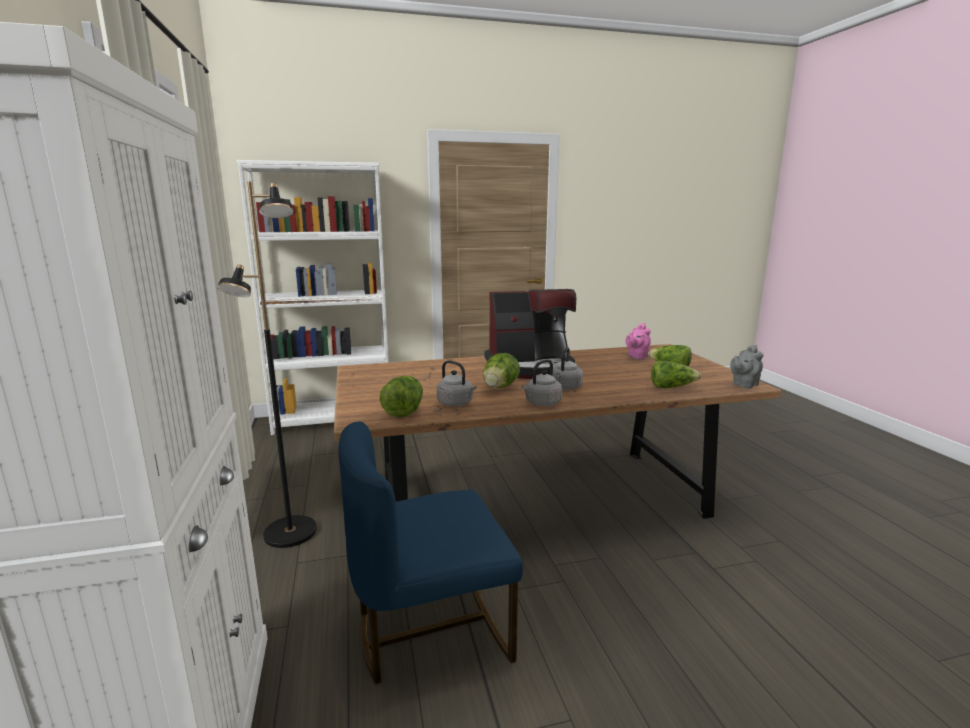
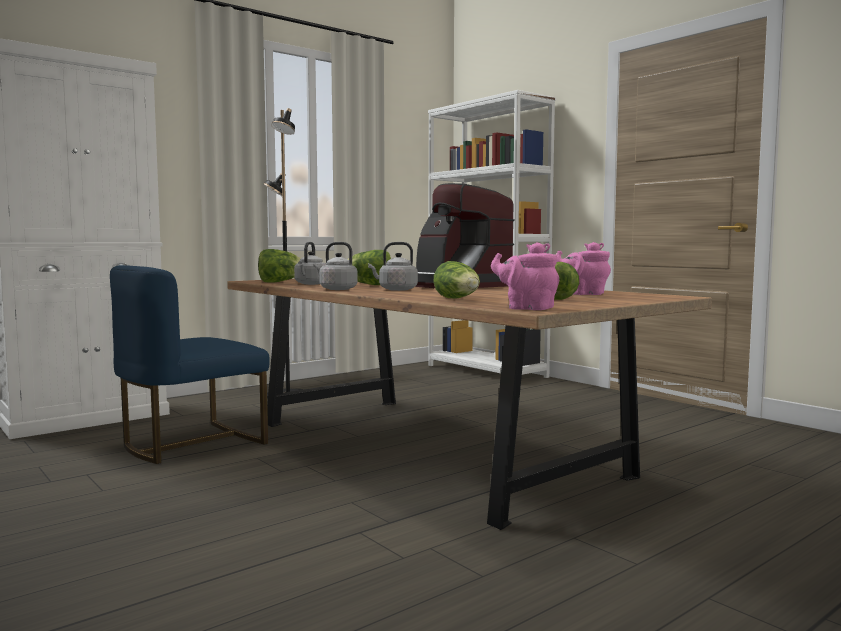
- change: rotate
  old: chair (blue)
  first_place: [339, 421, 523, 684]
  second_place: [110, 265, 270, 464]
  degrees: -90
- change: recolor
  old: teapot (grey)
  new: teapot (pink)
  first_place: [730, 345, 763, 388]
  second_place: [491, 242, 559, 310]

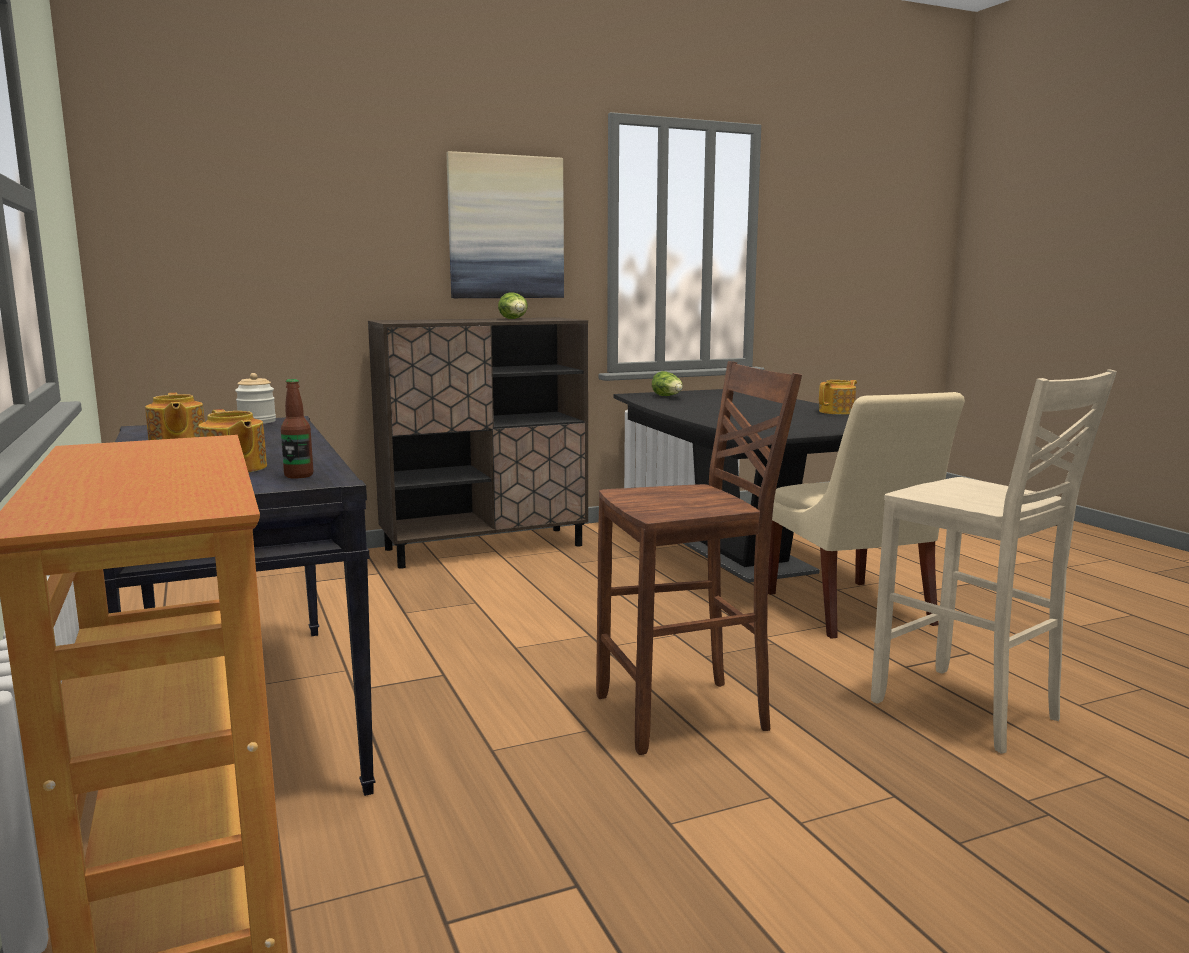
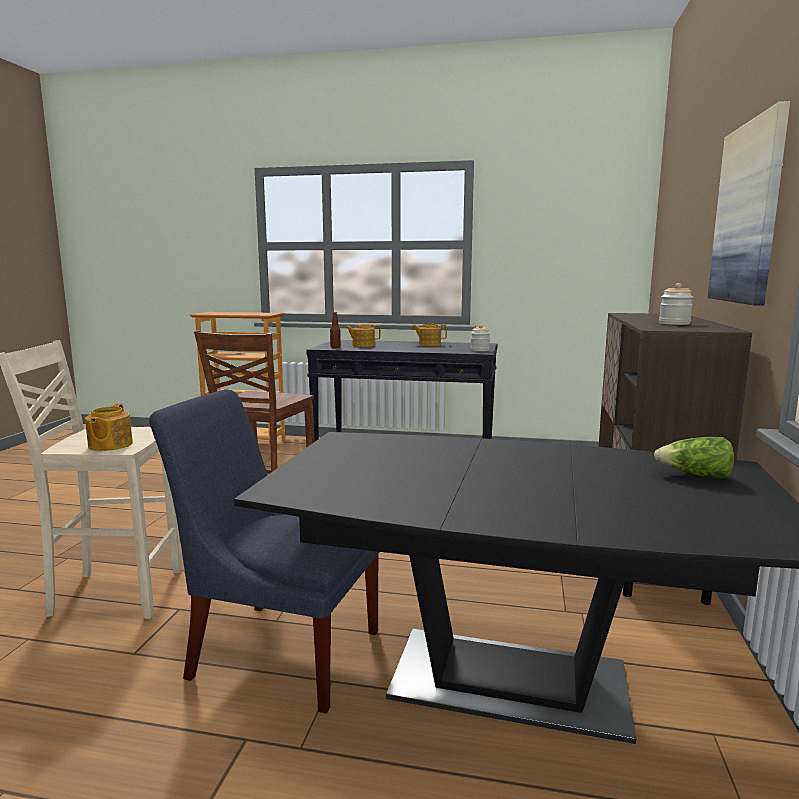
- change: replace
  old: lettuce
  new: jar
  first_place: [498, 292, 528, 319]
  second_place: [659, 283, 694, 325]
- change: recolor
  old: chair (beige)
  new: chair (blue)
  first_place: [768, 392, 965, 639]
  second_place: [149, 389, 379, 714]
- change: move
  old: teapot
  first_place: [819, 380, 857, 415]
  second_place: [85, 404, 133, 451]

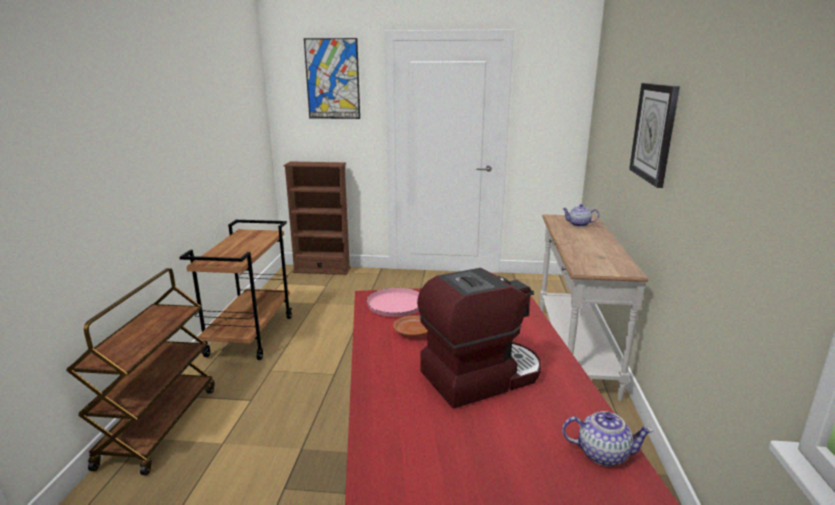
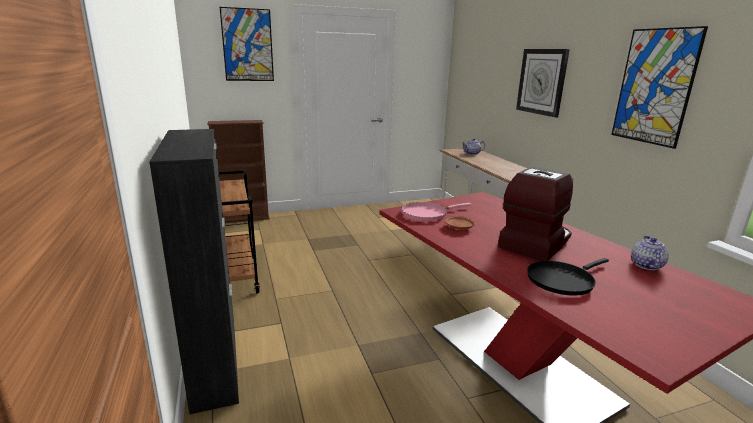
- change: replace
  old: cart (brown)
  new: cabinet (black)
  first_place: [66, 268, 215, 475]
  second_place: [149, 129, 239, 415]
- change: rotate
  old: teapot
  first_place: [562, 411, 654, 466]
  second_place: [631, 235, 669, 270]
  degrees: -60
- change: insert
  new: frying pan (black)
  second_place: [527, 258, 609, 296]
- change: insert
  new: picture
  second_place: [611, 26, 708, 149]

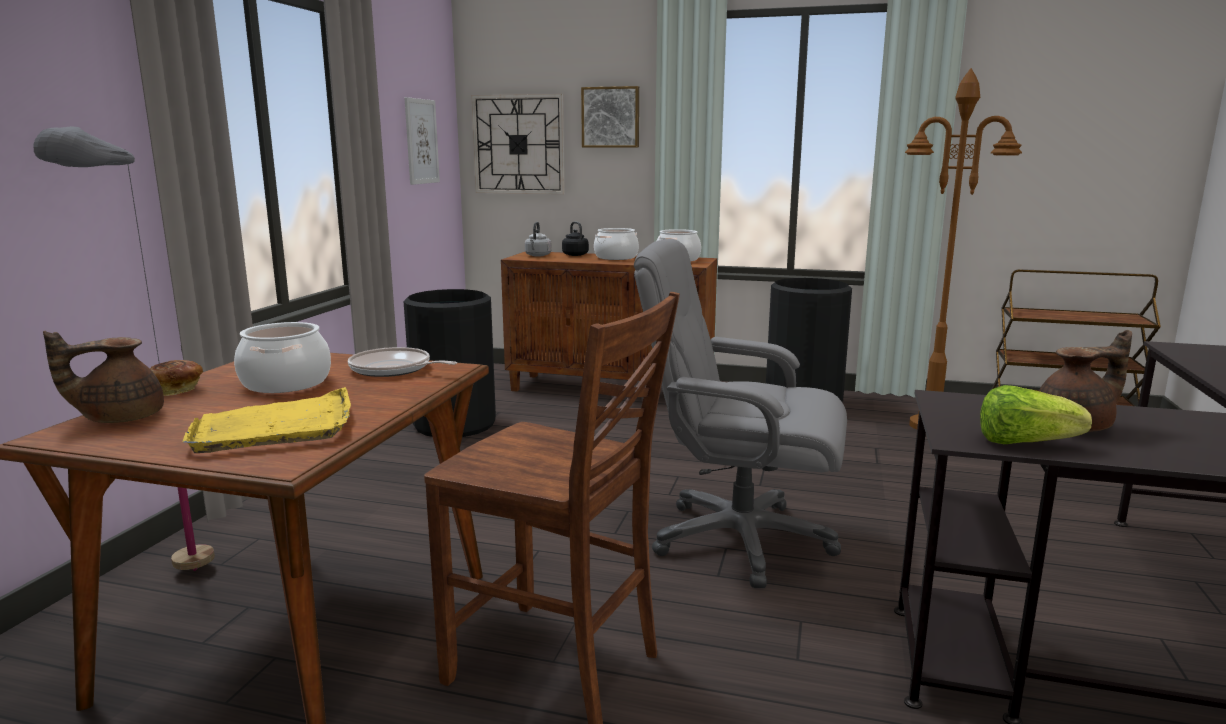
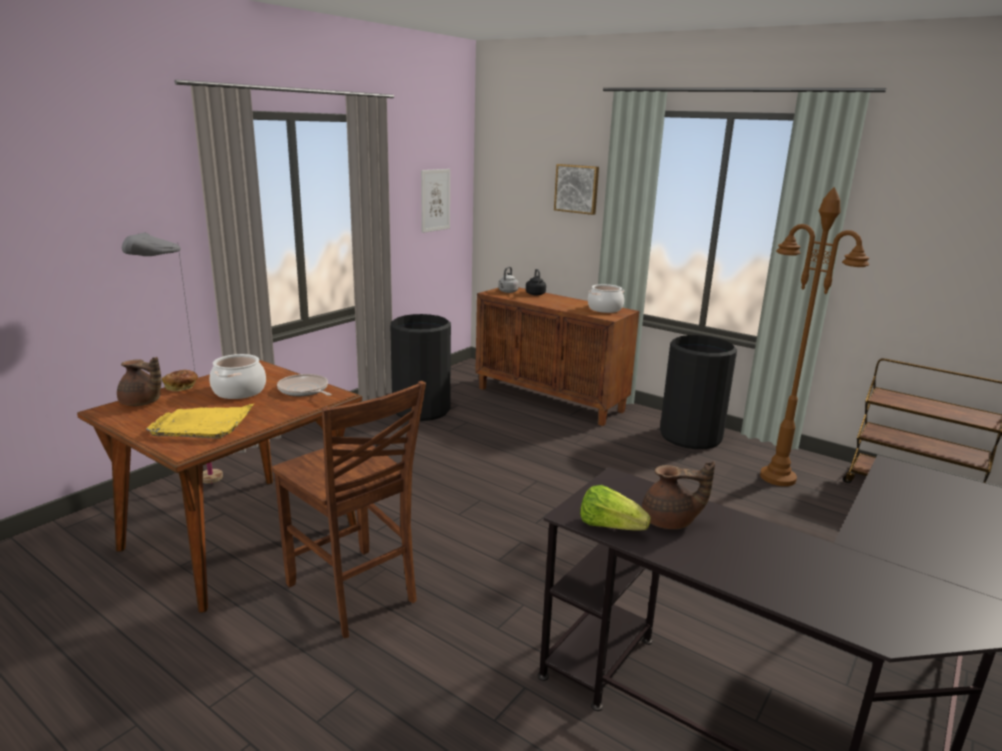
- change: rotate
  old: teapot (brown)
  first_place: [43, 331, 164, 423]
  second_place: [117, 357, 162, 406]
  degrees: -150
- change: delete
  old: wall clock
  first_place: [471, 94, 565, 194]
- change: delete
  old: cooking pot
  first_place: [594, 228, 639, 260]
- change: delete
  old: office chair (grey)
  first_place: [634, 239, 847, 588]

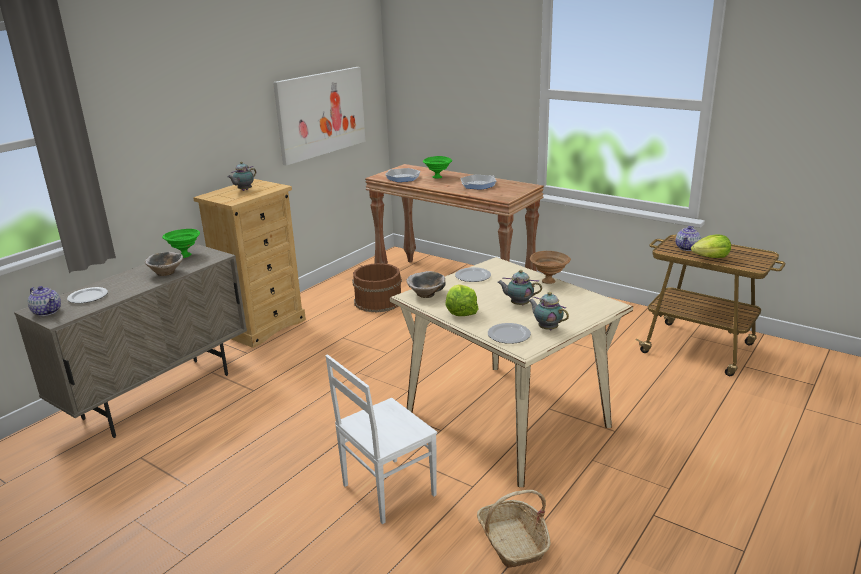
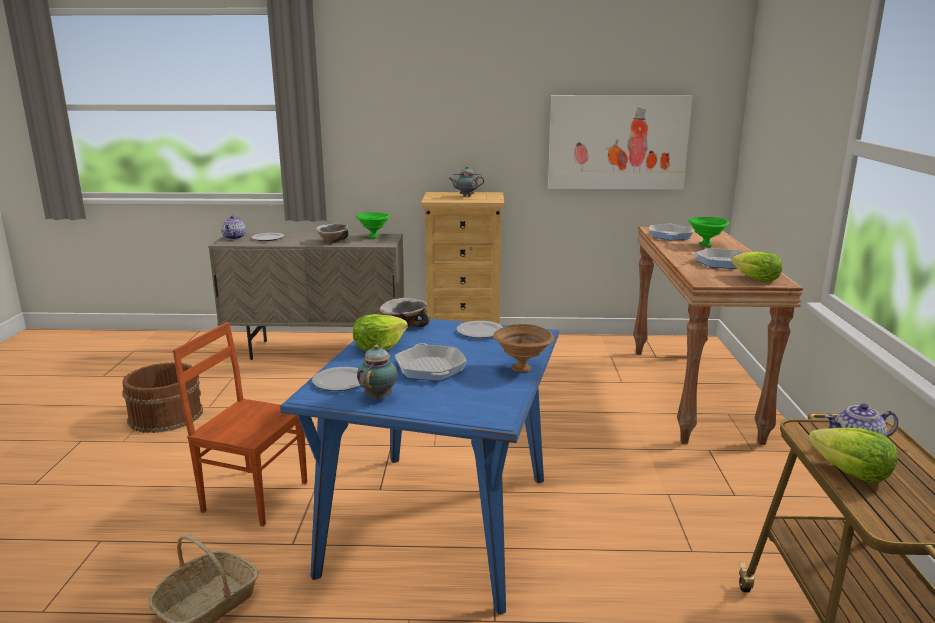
- change: recolor
  old: chair (white)
  new: chair (brown)
  first_place: [325, 354, 437, 524]
  second_place: [173, 322, 307, 526]
- change: move
  old: bucket (brown)
  first_place: [352, 263, 402, 313]
  second_place: [122, 362, 203, 433]
- change: recolor
  old: dining table (beige)
  new: dining table (blue)
  first_place: [390, 257, 633, 487]
  second_place: [280, 318, 559, 615]
- change: replace
  old: teapot
  new: frying pan
  first_place: [497, 270, 542, 305]
  second_place: [395, 343, 467, 381]
- change: insert
  new: lettuce
  second_place: [731, 251, 782, 282]

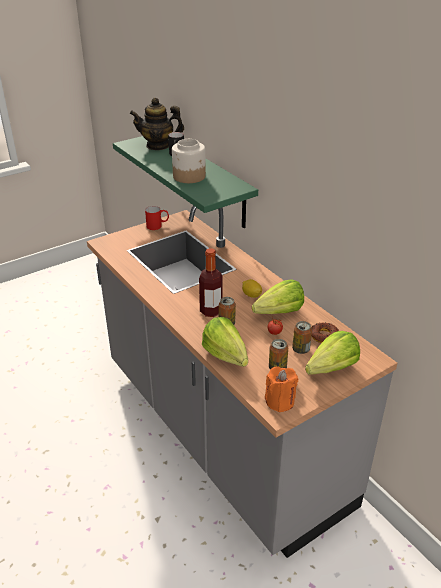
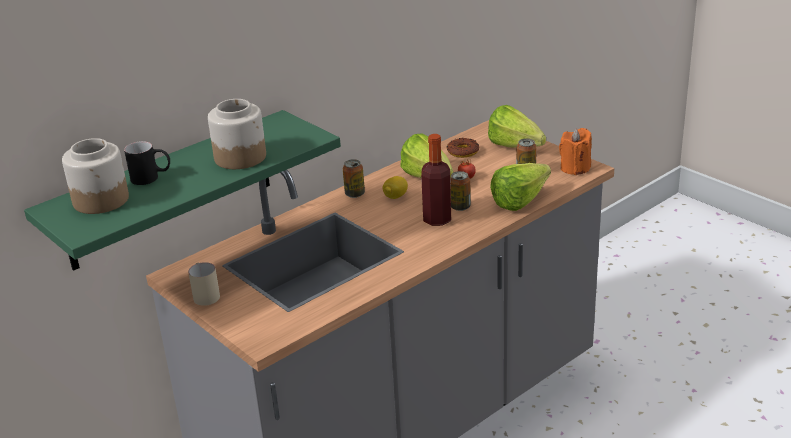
- change: replace
  old: teapot
  new: jar
  first_place: [129, 97, 184, 150]
  second_place: [62, 138, 129, 214]
- change: recolor
  old: mug (red)
  new: mug (beige)
  first_place: [145, 206, 169, 230]
  second_place: [188, 262, 220, 306]
- change: move
  old: can
  first_place: [292, 321, 312, 354]
  second_place: [343, 159, 365, 198]

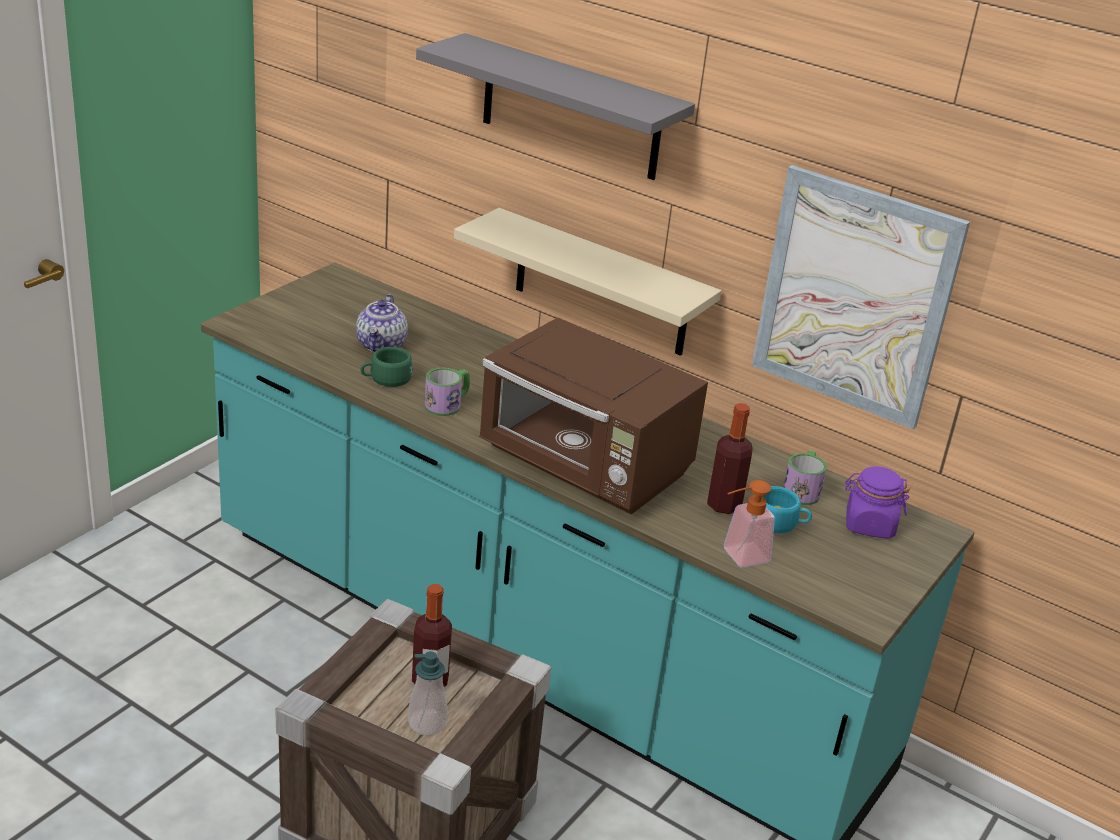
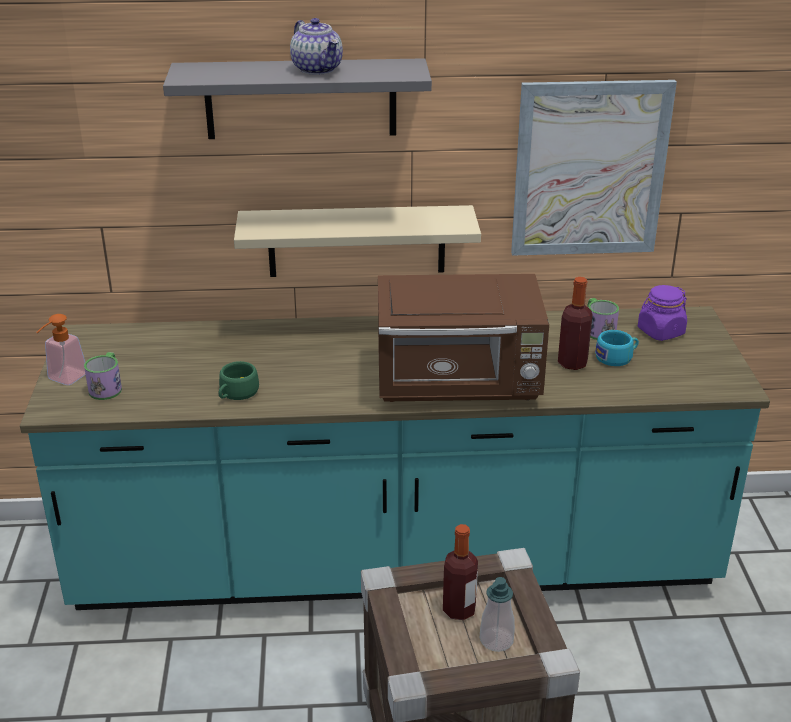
- change: move
  old: teapot
  first_place: [356, 294, 408, 352]
  second_place: [290, 18, 343, 75]
- change: move
  old: mug
  first_place: [425, 368, 470, 416]
  second_place: [84, 352, 122, 400]
- change: move
  old: soap dispenser
  first_place: [724, 480, 775, 568]
  second_place: [36, 314, 85, 385]

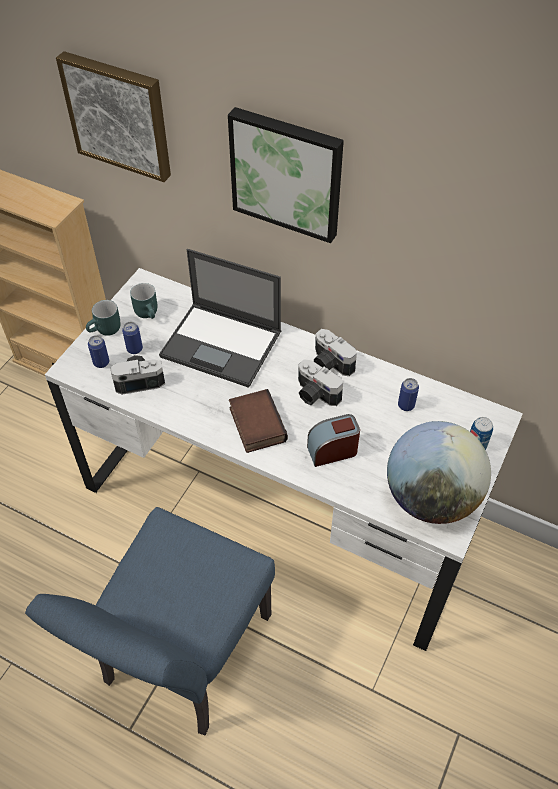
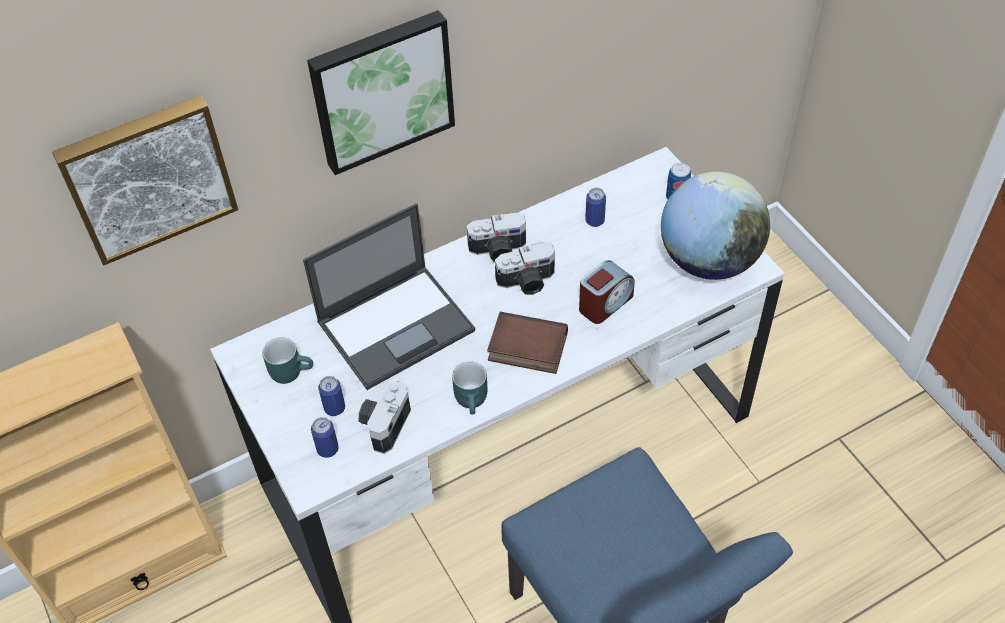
- change: move
  old: mug (turquoise)
  first_place: [86, 300, 121, 336]
  second_place: [452, 361, 487, 415]
- change: rotate
  old: alarm clock
  first_place: [307, 414, 360, 467]
  second_place: [579, 260, 635, 324]
  degrees: -150

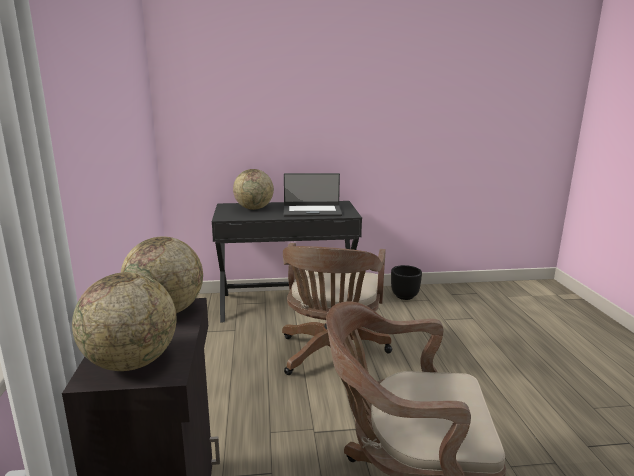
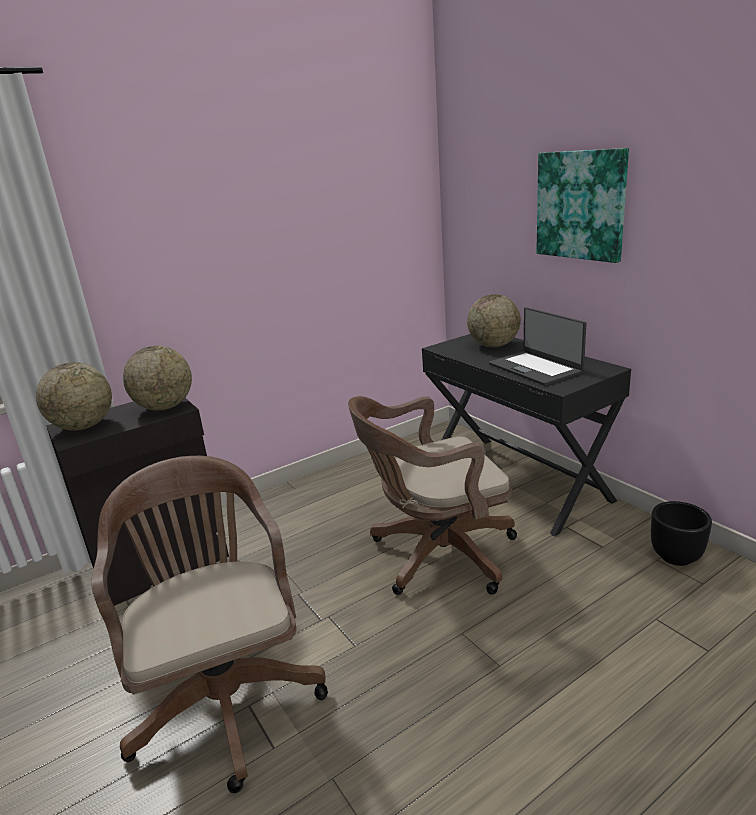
- change: insert
  new: picture
  second_place: [536, 148, 629, 263]

